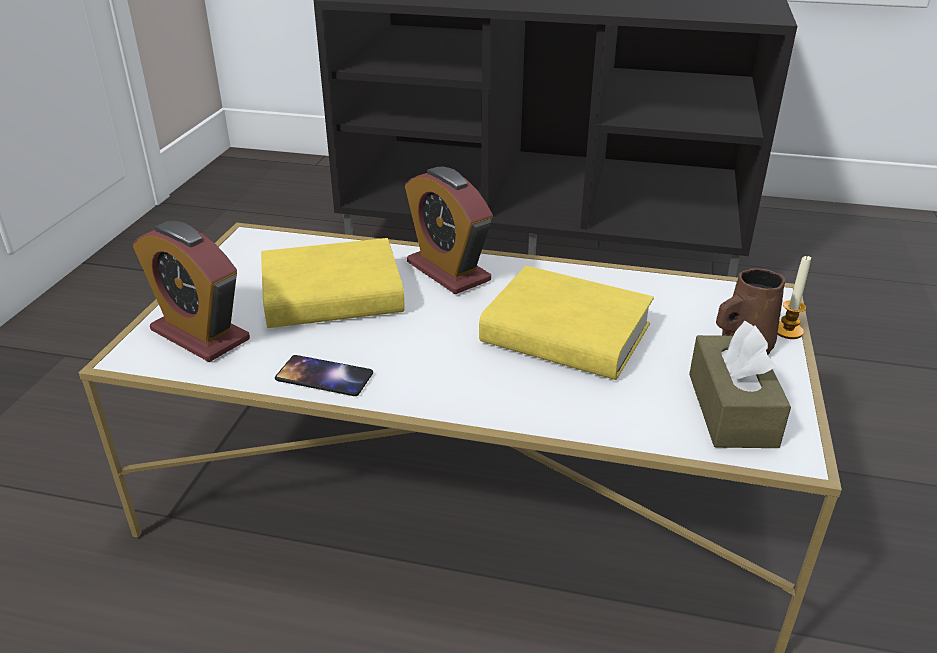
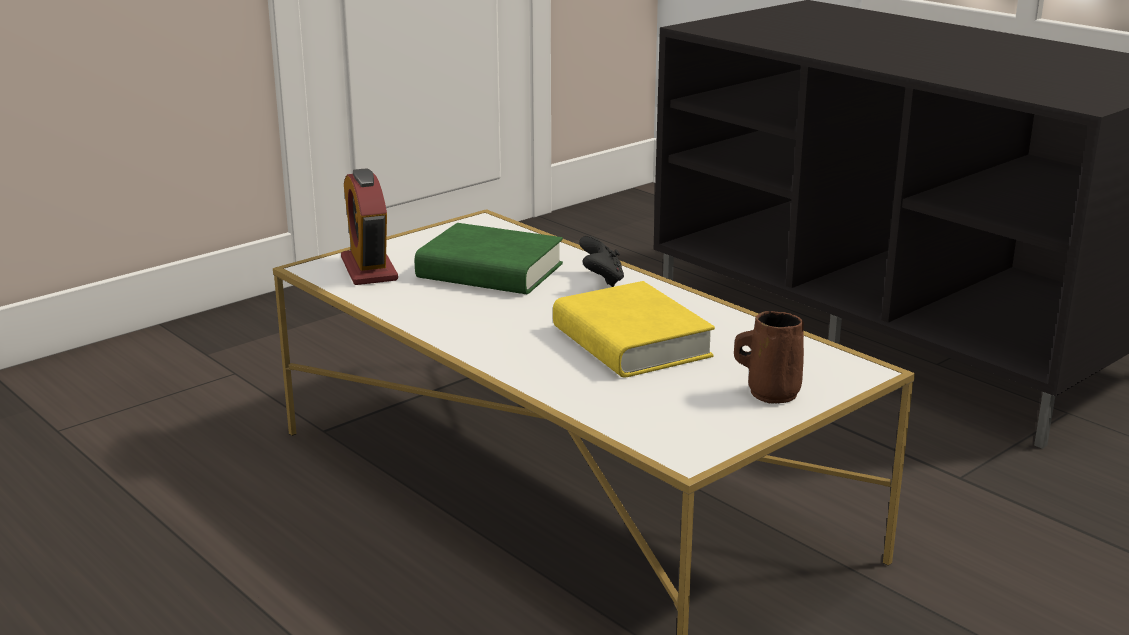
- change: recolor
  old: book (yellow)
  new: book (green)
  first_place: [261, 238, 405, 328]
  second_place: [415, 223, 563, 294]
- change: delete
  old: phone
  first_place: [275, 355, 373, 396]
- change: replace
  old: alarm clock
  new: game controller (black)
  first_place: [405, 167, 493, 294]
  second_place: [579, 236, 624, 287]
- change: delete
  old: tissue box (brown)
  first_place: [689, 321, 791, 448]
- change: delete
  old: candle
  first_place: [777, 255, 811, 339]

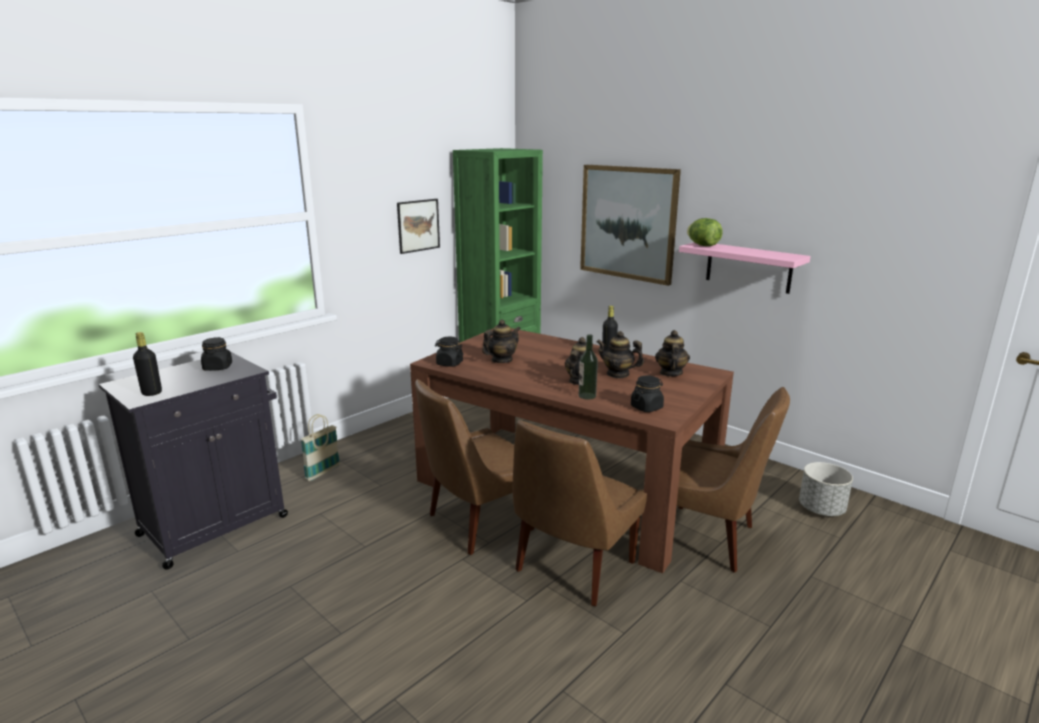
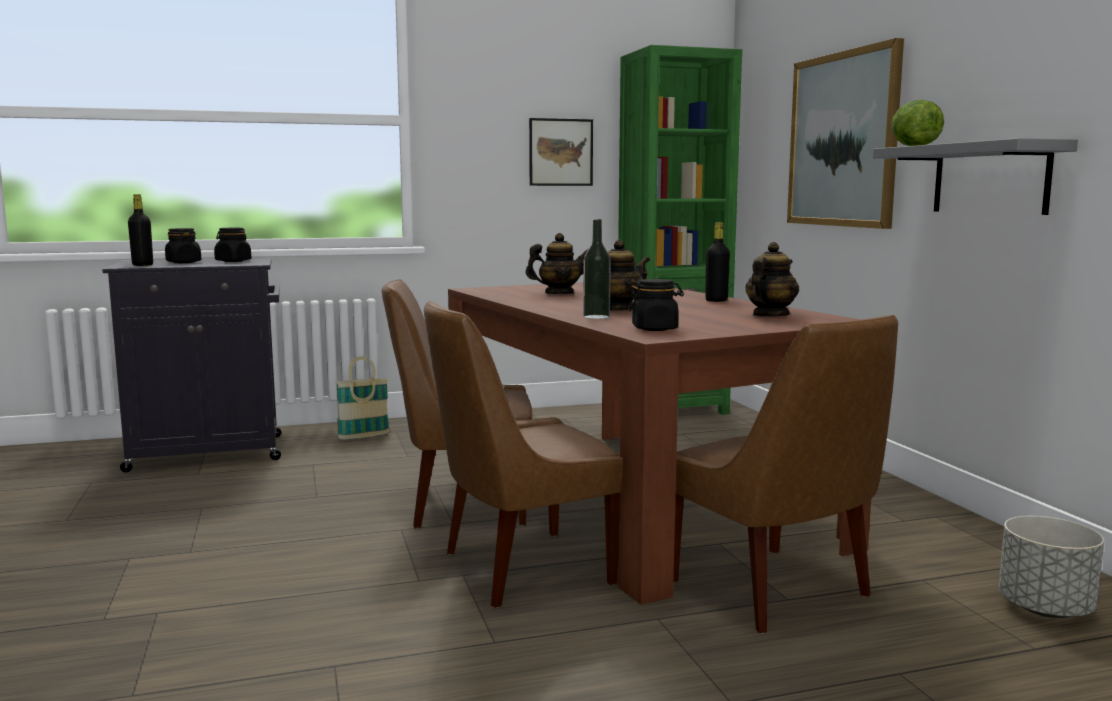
- change: move
  old: jar (black)
  first_place: [435, 337, 463, 367]
  second_place: [165, 228, 201, 263]
- change: delete
  old: teapot
  first_place: [596, 331, 644, 378]
- change: recolor
  old: shelf (pink)
  new: shelf (grey)
  first_place: [679, 242, 811, 294]
  second_place: [873, 138, 1078, 215]

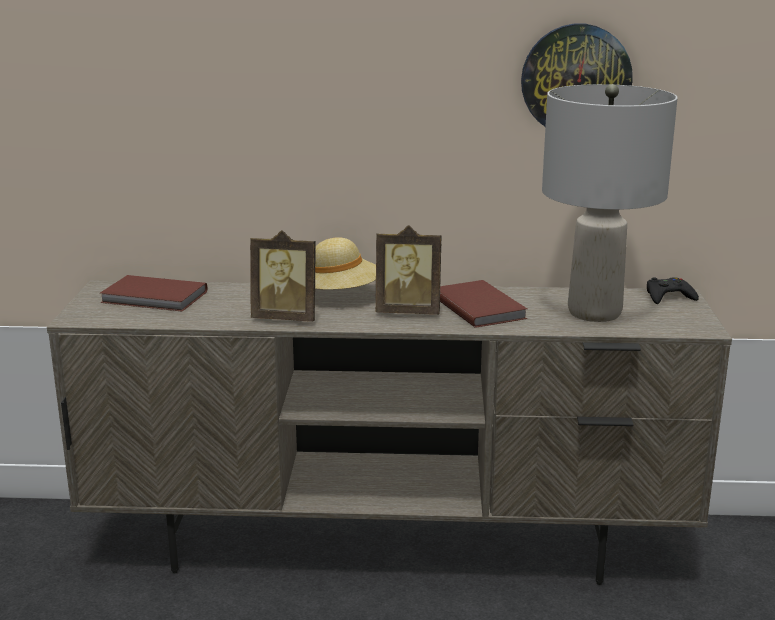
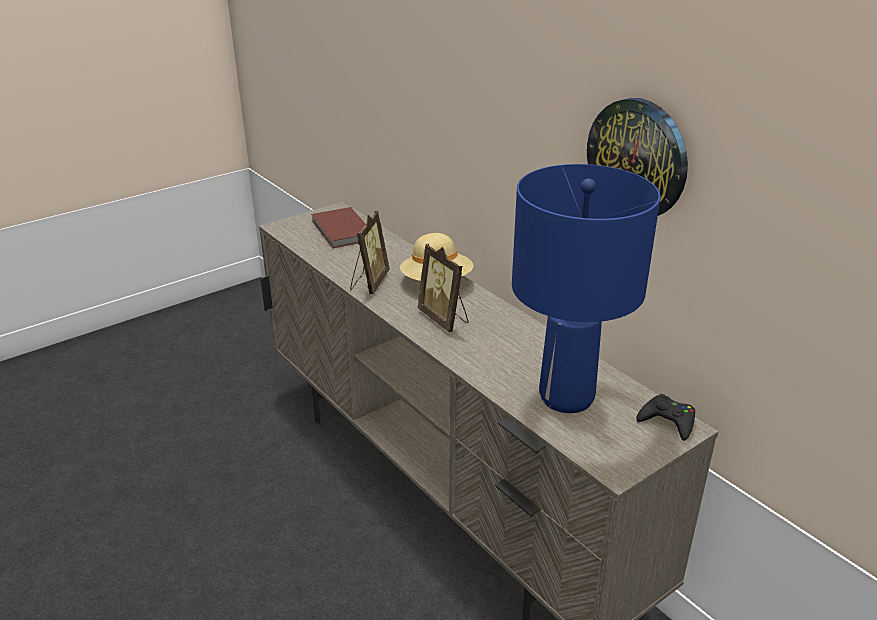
- change: rotate
  old: picture frame
  first_place: [250, 230, 316, 322]
  second_place: [350, 211, 390, 294]
  degrees: -135
- change: delete
  old: book (brown)
  first_place: [440, 280, 527, 328]
- change: recolor
  old: table lamp (grey)
  new: table lamp (blue)
  first_place: [542, 84, 678, 322]
  second_place: [512, 164, 660, 413]

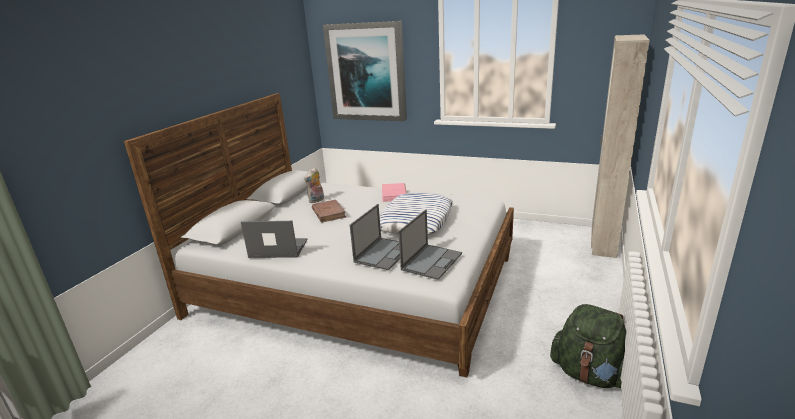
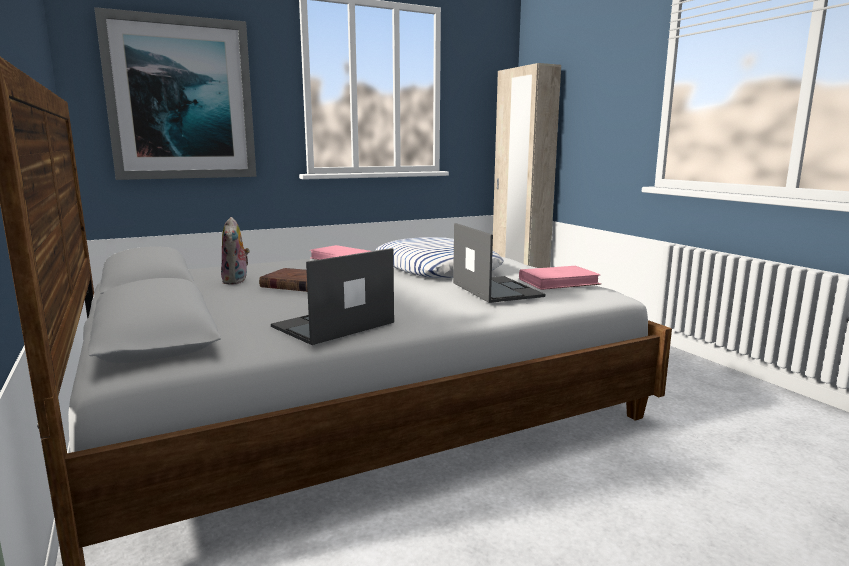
- change: replace
  old: laptop
  new: book (pink)
  first_place: [398, 209, 462, 280]
  second_place: [519, 266, 601, 290]
- change: delete
  old: backpack (green)
  first_place: [550, 304, 626, 388]

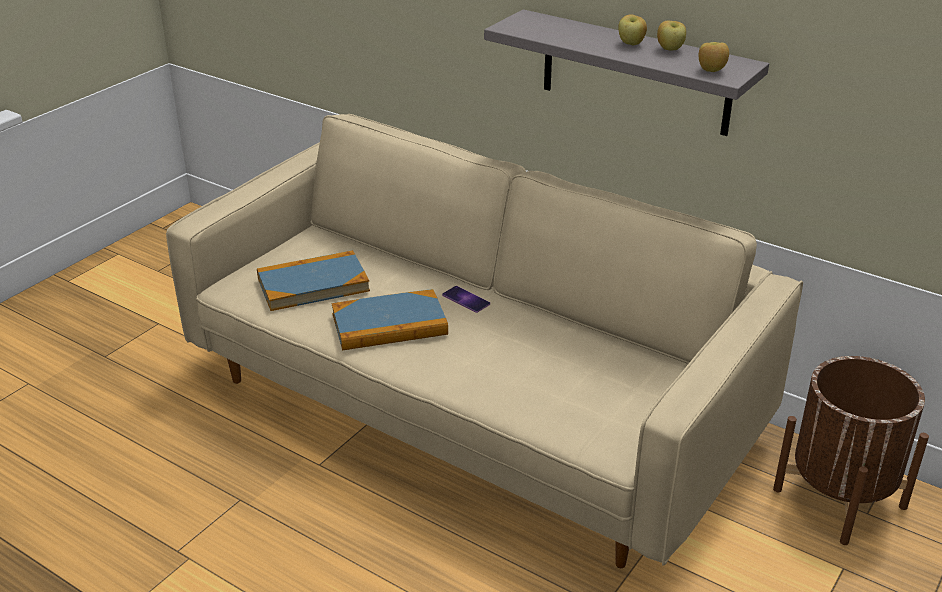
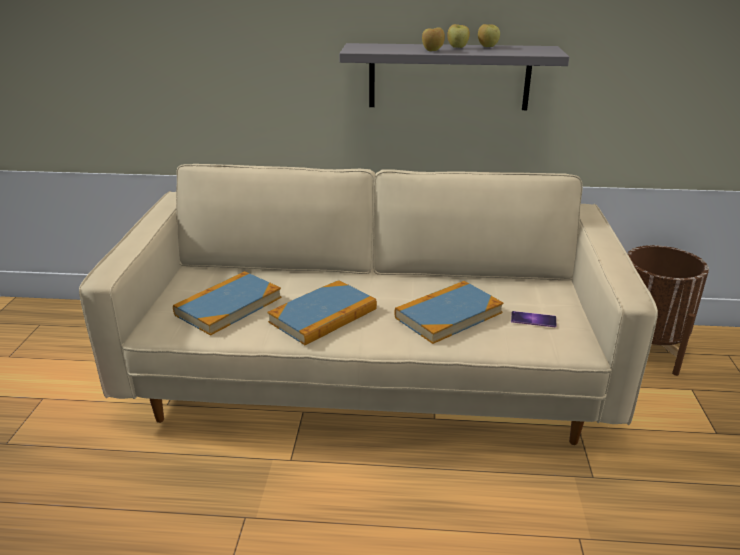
- change: move
  old: phone
  first_place: [442, 286, 490, 313]
  second_place: [511, 311, 557, 327]
- change: move
  old: apple
  first_place: [699, 42, 729, 72]
  second_place: [422, 27, 445, 51]
- change: insert
  new: book
  second_place: [394, 281, 503, 344]

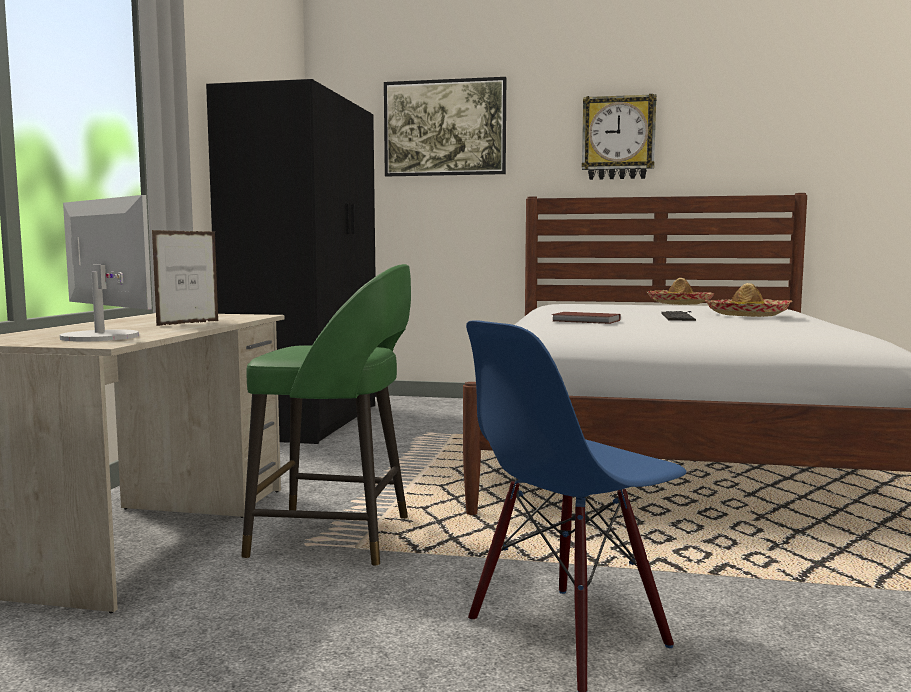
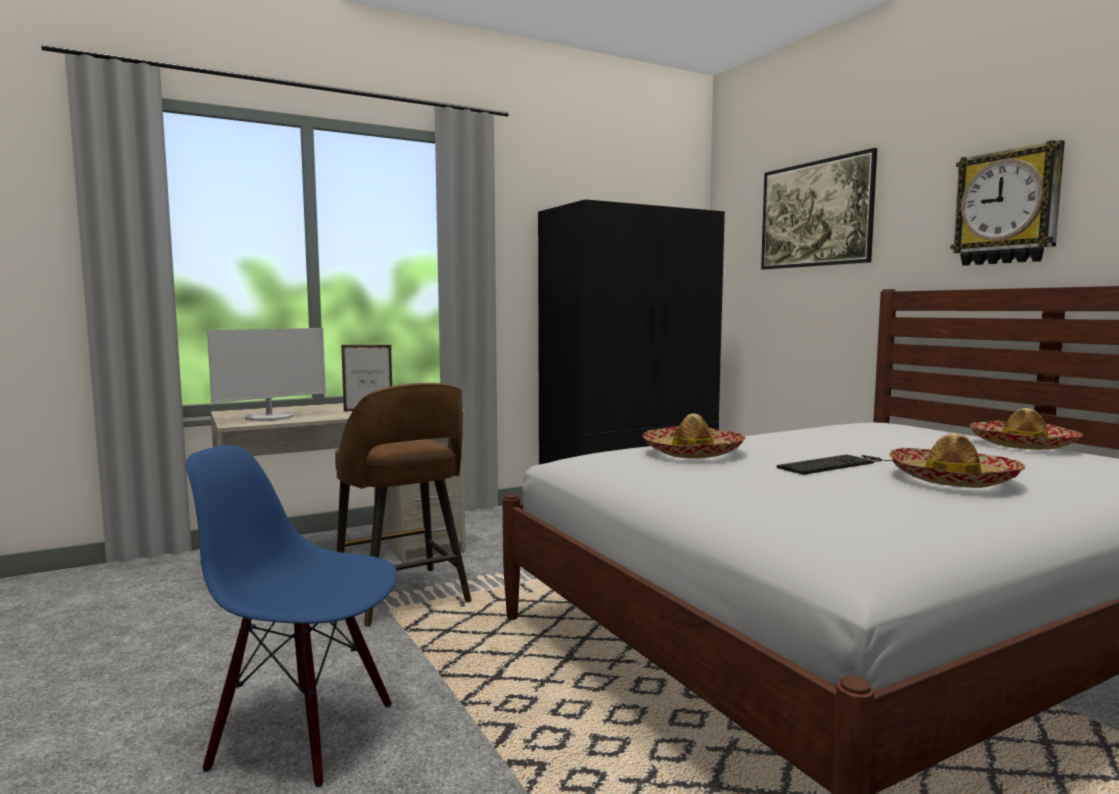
- change: rotate
  old: monitor
  first_place: [60, 195, 152, 342]
  second_place: [207, 328, 326, 421]
  degrees: 45
- change: recolor
  old: stool (green)
  new: stool (brown)
  first_place: [241, 264, 411, 566]
  second_place: [335, 383, 472, 627]
- change: replace
  old: book (brown)
  new: hat
  first_place: [552, 312, 621, 324]
  second_place: [643, 413, 746, 458]

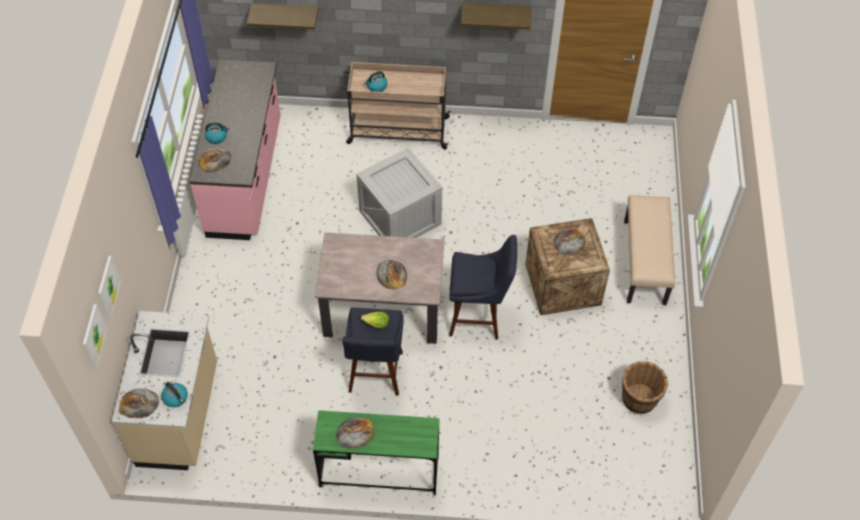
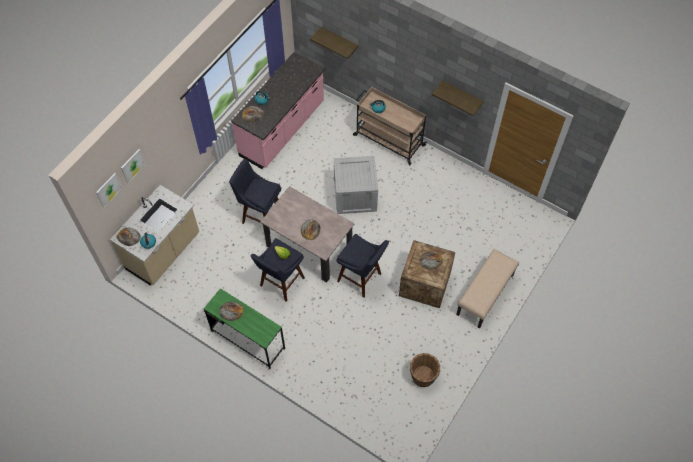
- change: insert
  new: stool (blue)
  second_place: [229, 159, 281, 232]

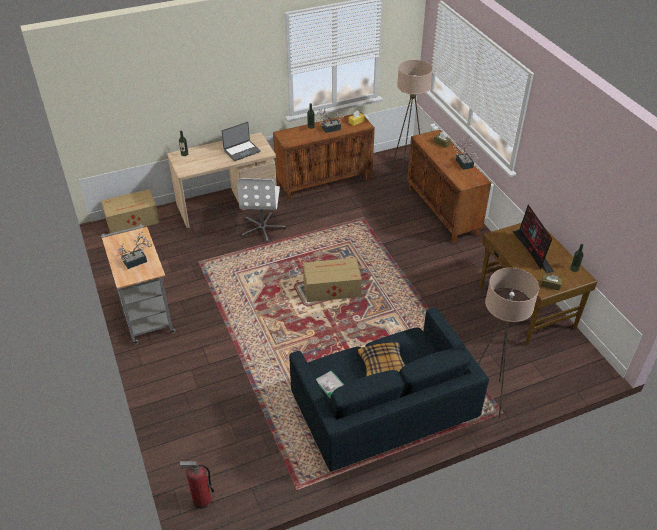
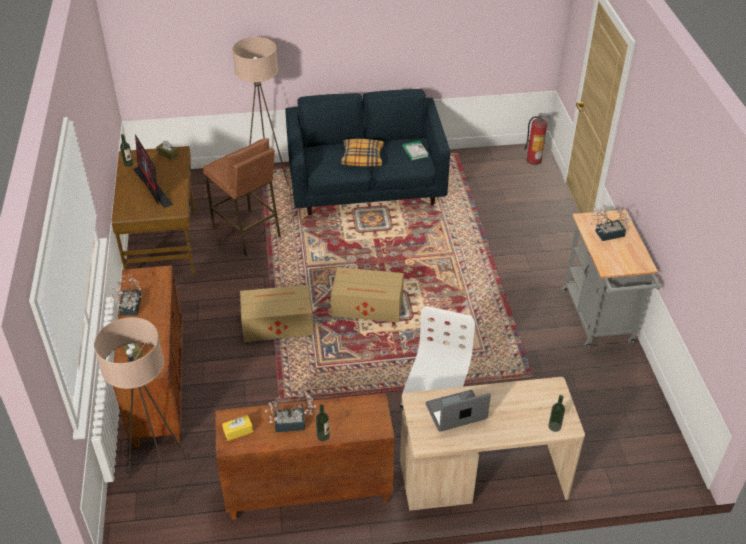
- change: move
  old: cardboard box
  first_place: [101, 189, 160, 233]
  second_place: [240, 285, 313, 342]
- change: rotate
  old: monitor
  first_place: [512, 205, 554, 274]
  second_place: [133, 134, 173, 208]
  degrees: 150
- change: insert
  new: stool (brown)
  second_place: [203, 138, 281, 256]

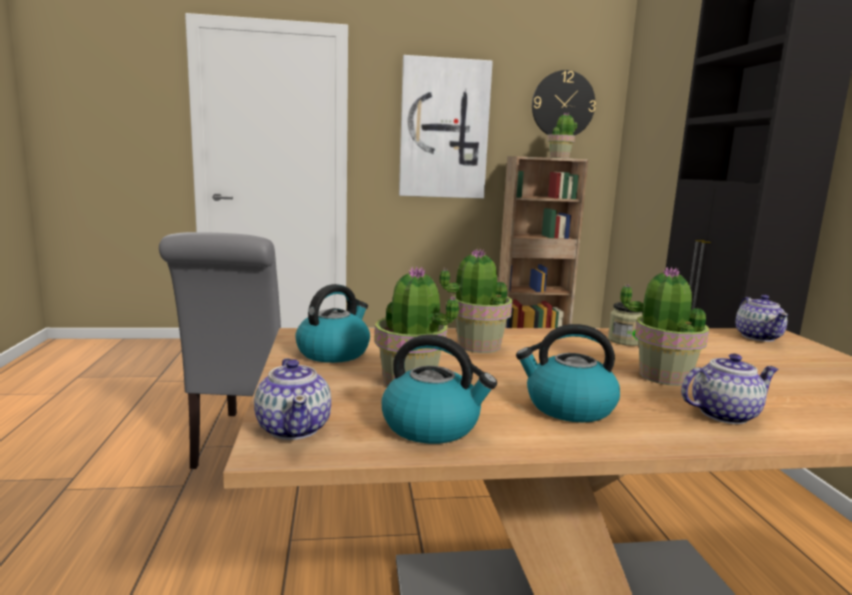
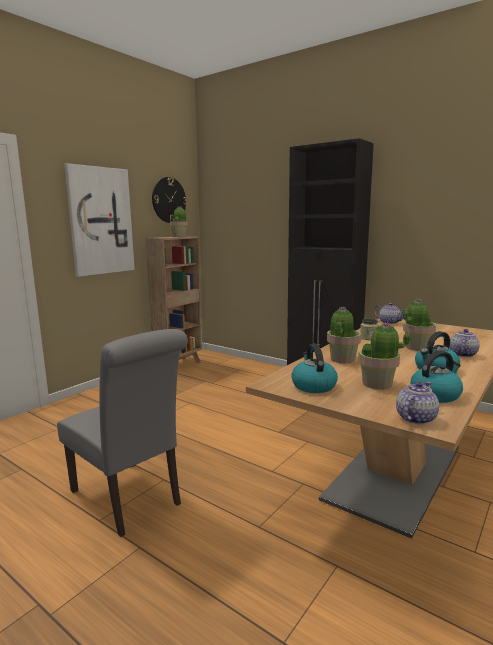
- change: rotate
  old: teapot
  first_place: [254, 358, 331, 440]
  second_place: [396, 382, 439, 424]
  degrees: -75

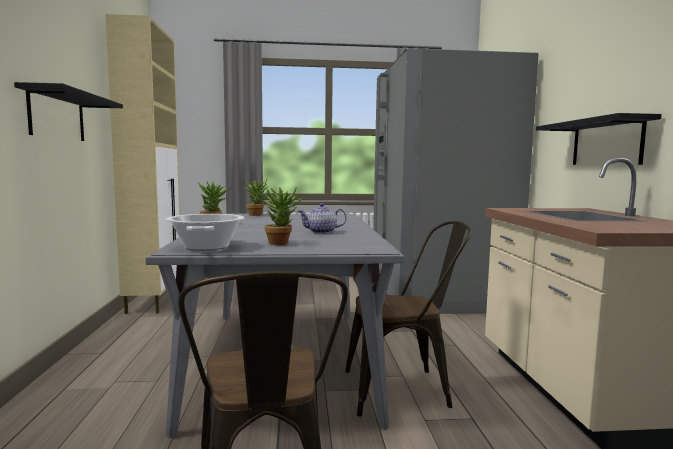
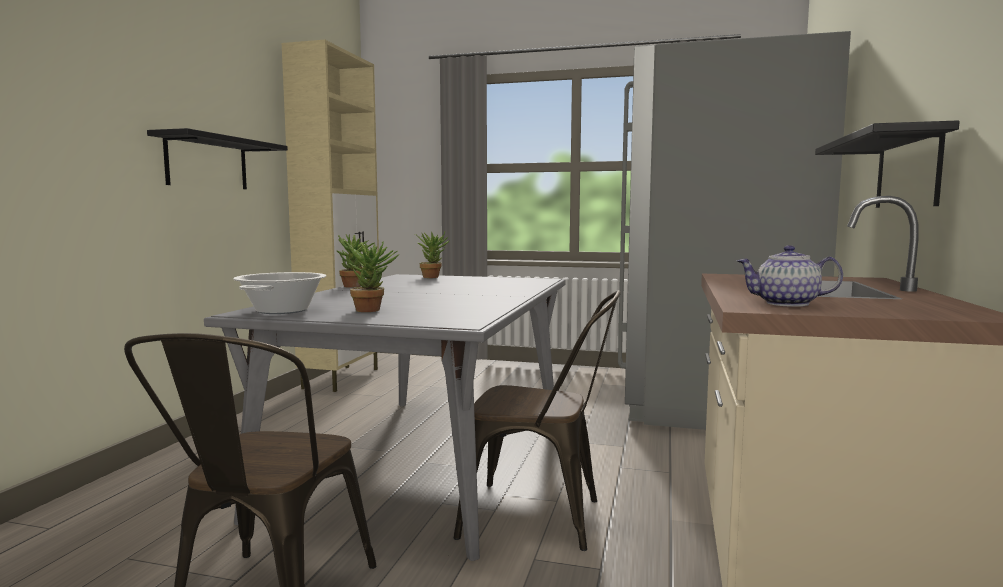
- change: move
  old: teapot
  first_place: [298, 203, 347, 234]
  second_place: [737, 245, 843, 307]

